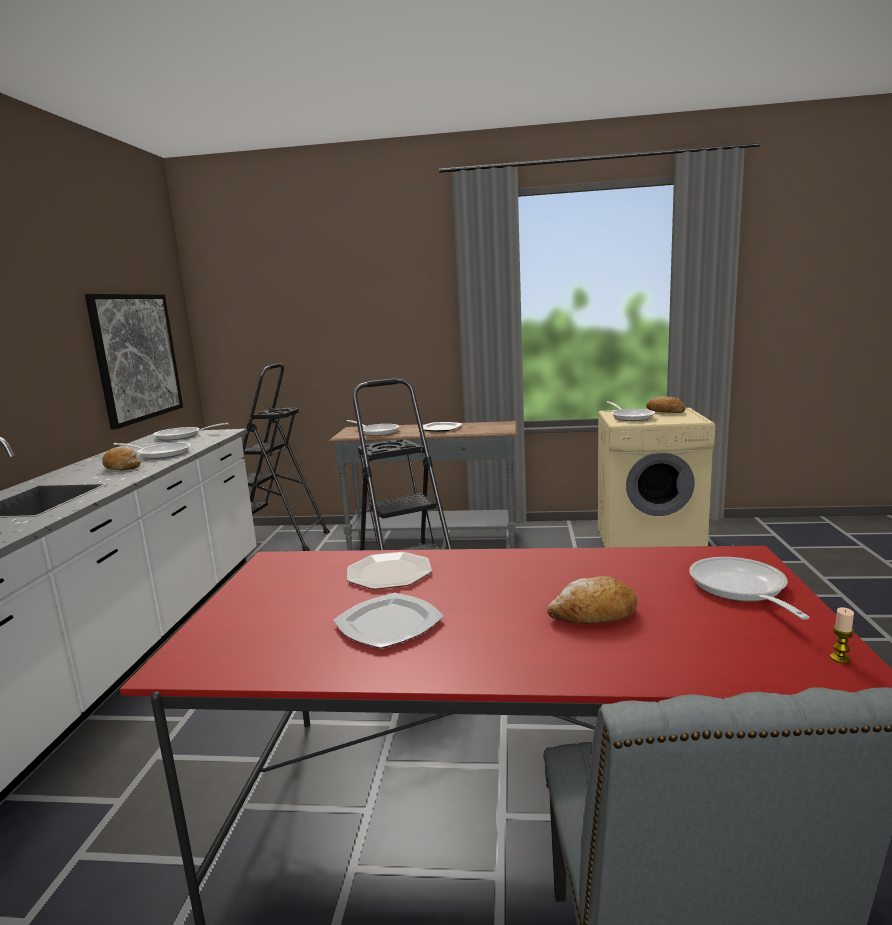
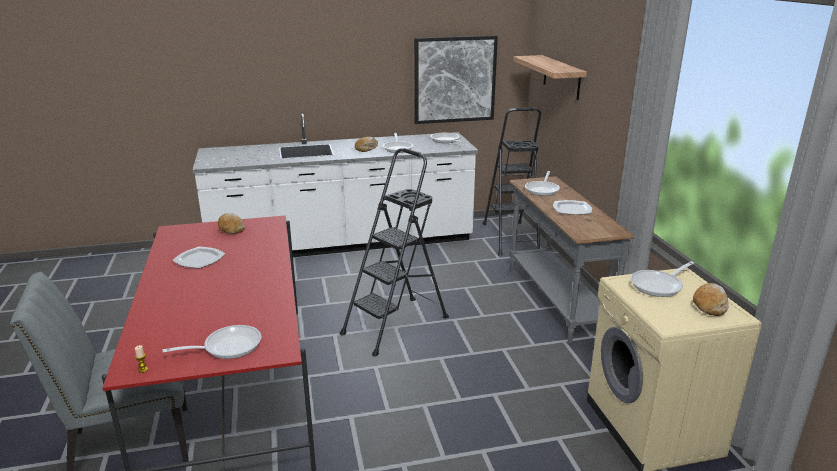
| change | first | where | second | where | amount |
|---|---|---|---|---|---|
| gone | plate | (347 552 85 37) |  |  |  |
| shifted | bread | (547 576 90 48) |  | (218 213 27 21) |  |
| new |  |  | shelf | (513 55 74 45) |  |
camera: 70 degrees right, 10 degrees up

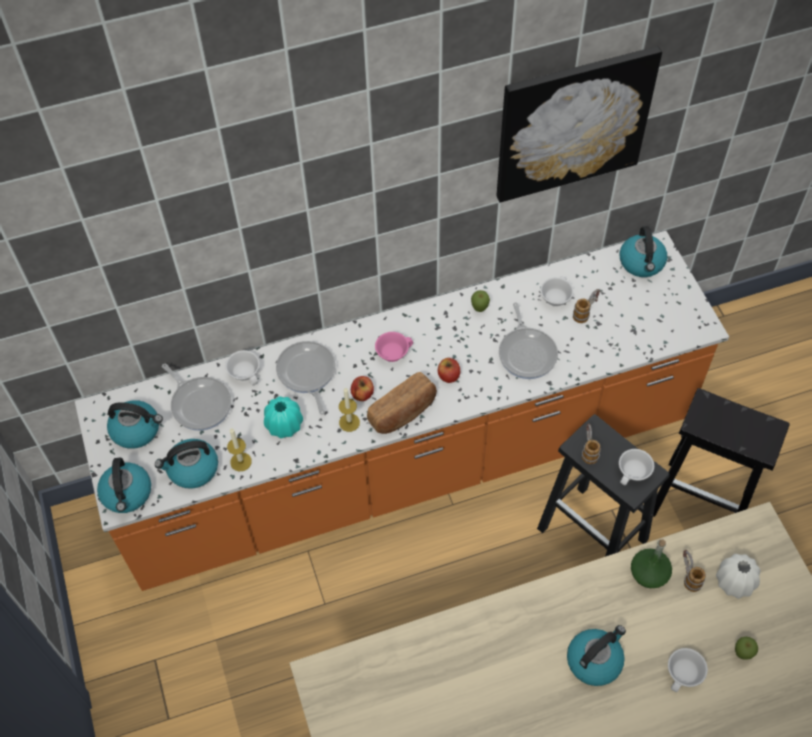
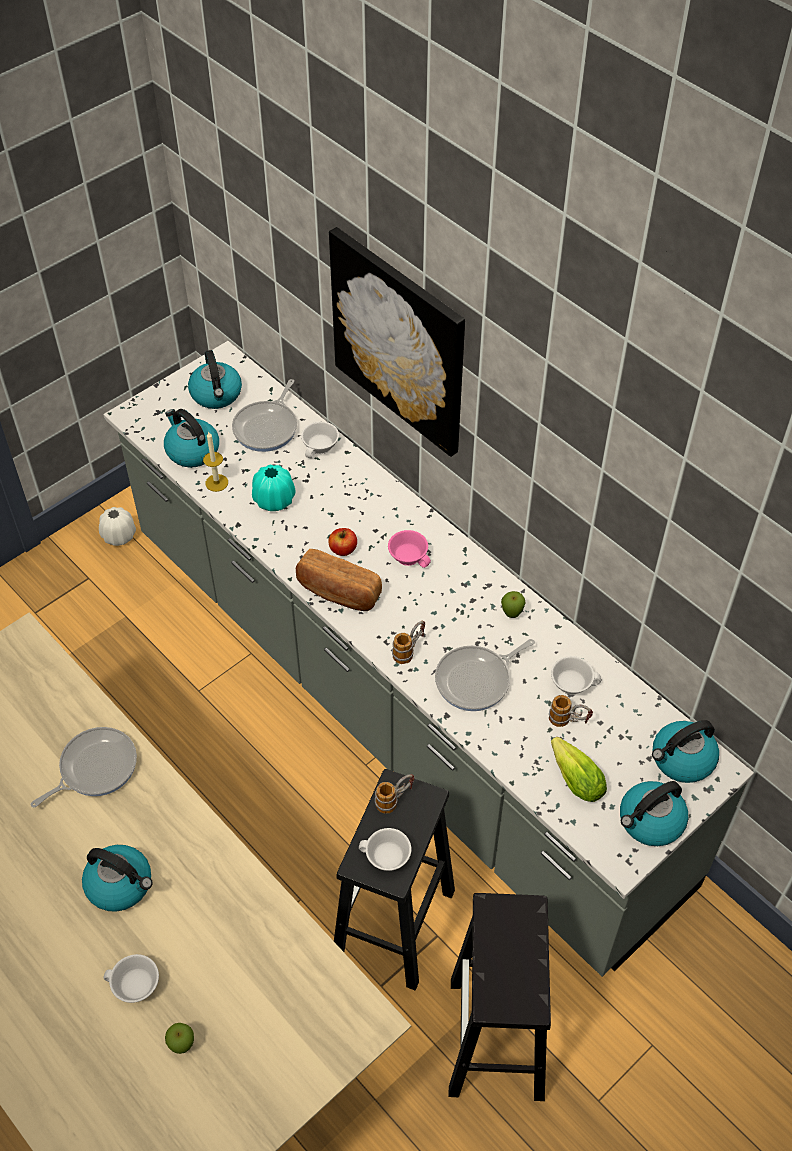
| change | first | where | second | where | amount |
|---|---|---|---|---|---|
| shifted | picture | (496 46 166 157) |  | (329 227 136 230) |  |
| repainted | orange counter | (75 231 654 360) | grey counter | (103 341 651 636) |  |
| shifted | frying pan | (276 341 59 74) |  | (31 727 106 81) |  |
| gone | apple | (438 358 22 25) |  |  |  |
| gone | candle | (339 387 21 45) |  |  |  |
| shifted | kettle | (97 458 54 55) |  | (620 781 68 65) |  |
| gone | green bottle | (631 539 41 49) |  |  |  |
| shifted | mug | (683 550 23 42) |  | (392 621 33 43) |  |
| shifted | white vase | (716 554 44 45) |  | (99 507 37 39) |  |
| new |  |  | lettuce | (551 737 56 65) |  |
camera: 65 degrees right, 5 degrees down

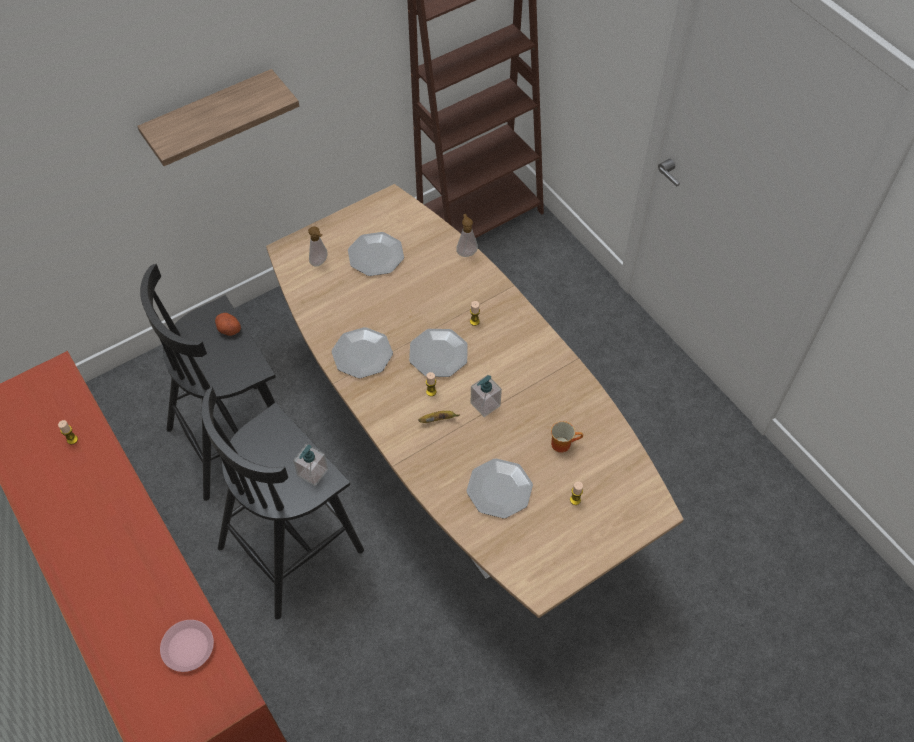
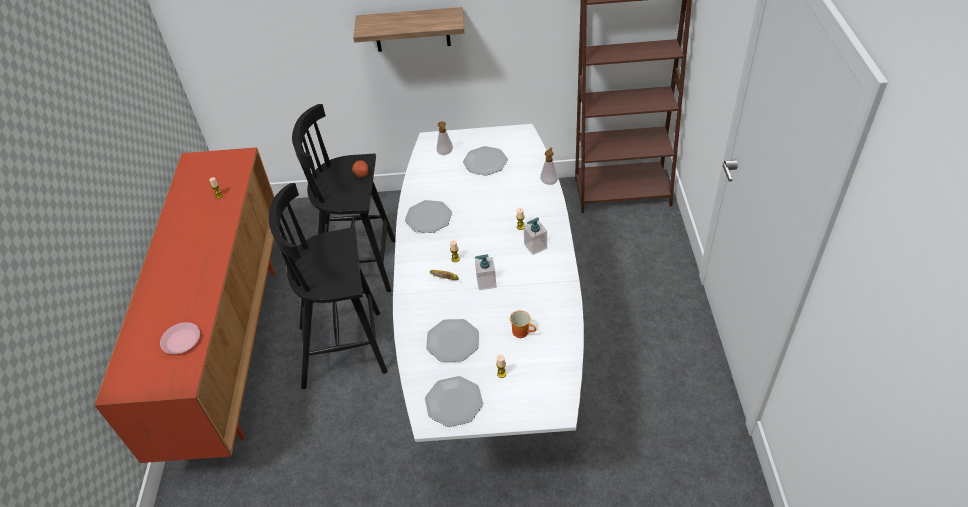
| change | first | where | second | where | amount |
|---|---|---|---|---|---|
| repainted | brown dining table | (266 184 418 434) | white dining table | (393 124 191 318) |  |
| shifted | plate | (409 329 59 48) |  | (425 376 58 51) |  |
| shifted | soap dispenser | (293 444 35 42) |  | (524 218 23 37) |  |
camera: 35 degrees right, 10 degrees down

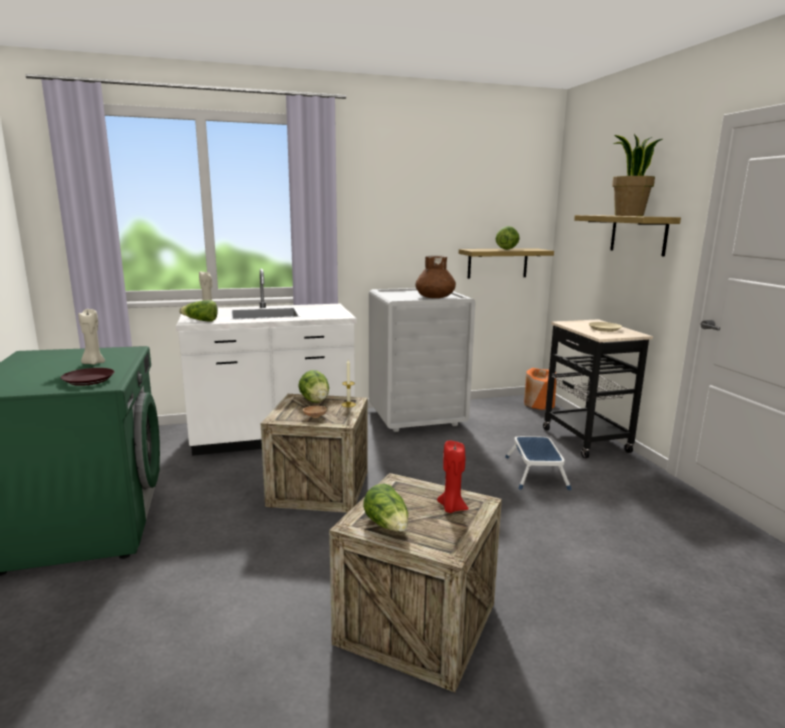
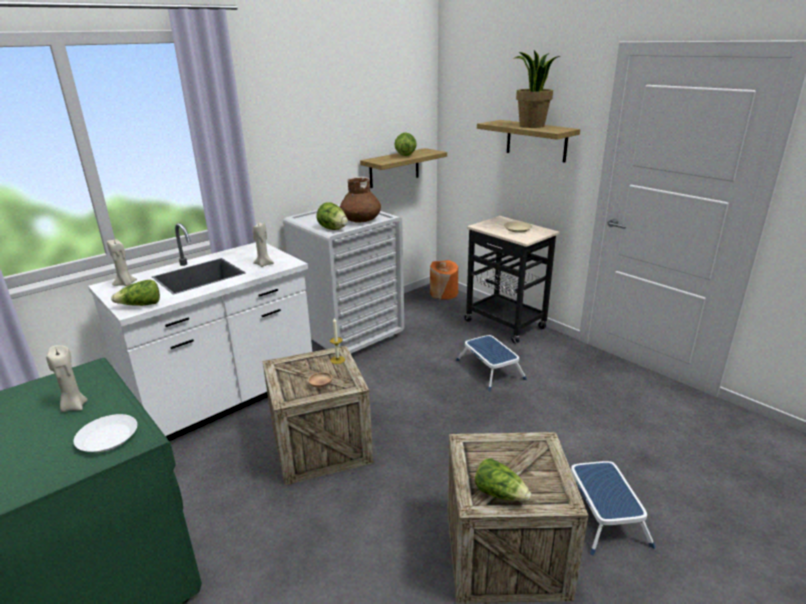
| change | first | where | second | where | amount |
|---|---|---|---|---|---|
| repainted | brown plate | (61 368 53 18) | white plate | (74 414 63 38) |  |
| shifted | lettuce | (298 370 31 33) |  | (316 202 32 28) |  |
| gone | red candle | (437 441 32 72) |  |  |  |
| new |  |  | beige candle | (252 223 22 44) |  |
| new |  |  | blue step ladder | (571 461 84 95) |  |
camera: 25 degrees left, 10 degrees up

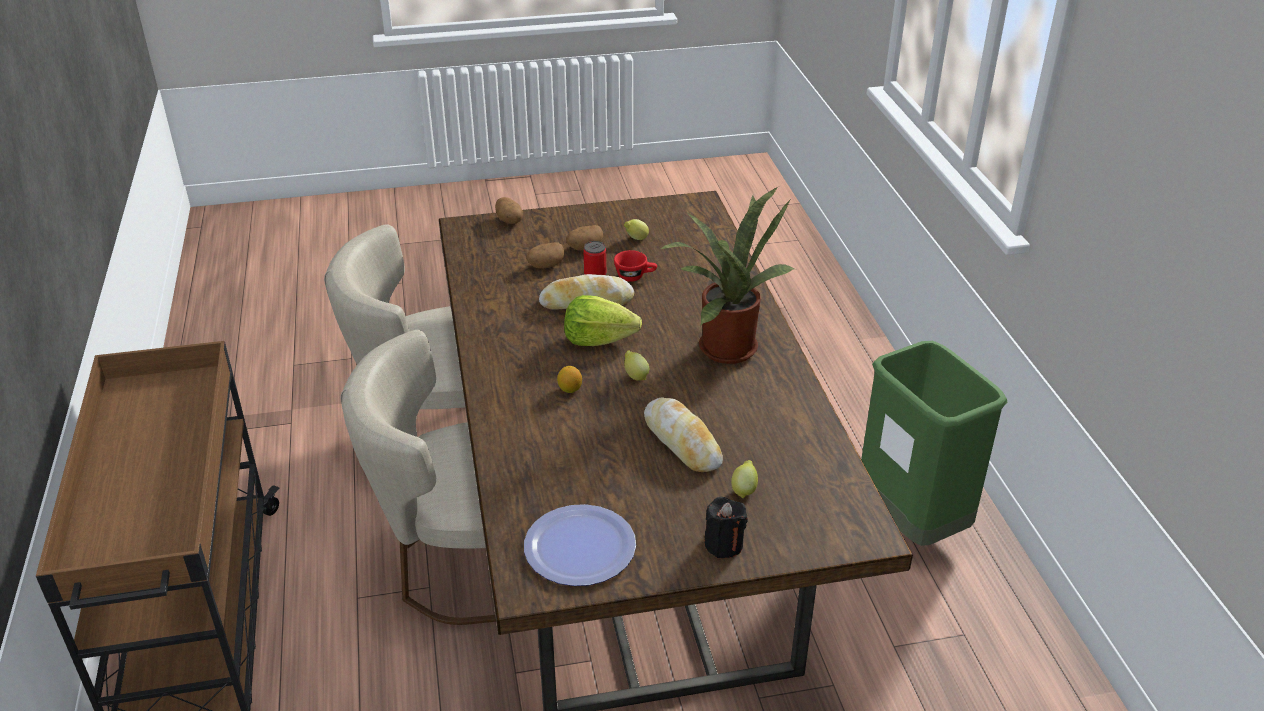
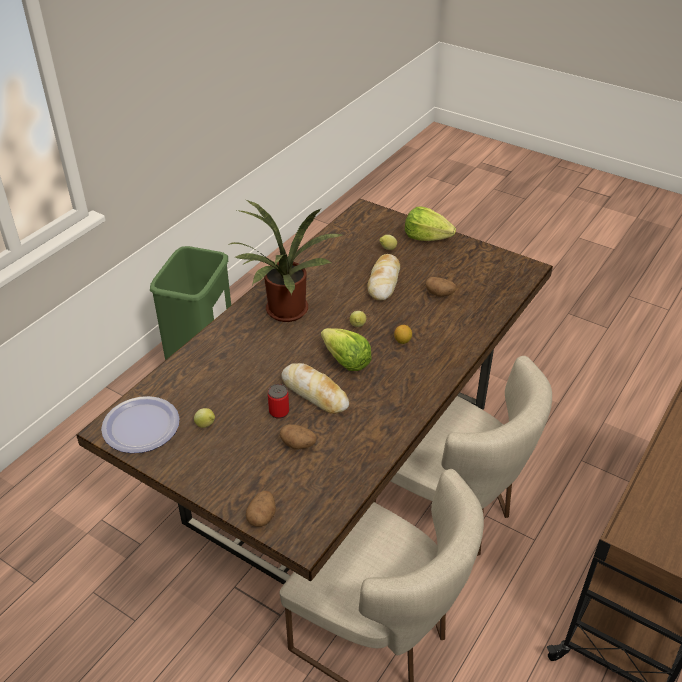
| change | first | where | second | where | amount |
|---|---|---|---|---|---|
| shifted | potato | (566 225 37 26) |  | (426 277 30 20) |  |
| gone | red cup | (614 250 43 32) |  |  |  |
| swapped | black candle | (704 497 43 61) | lettuce | (405 206 51 35) |  |
| shifted | plate | (524 504 112 82) |  | (101 396 79 57) |  |
camera: 135 degrees left, 5 degrees up

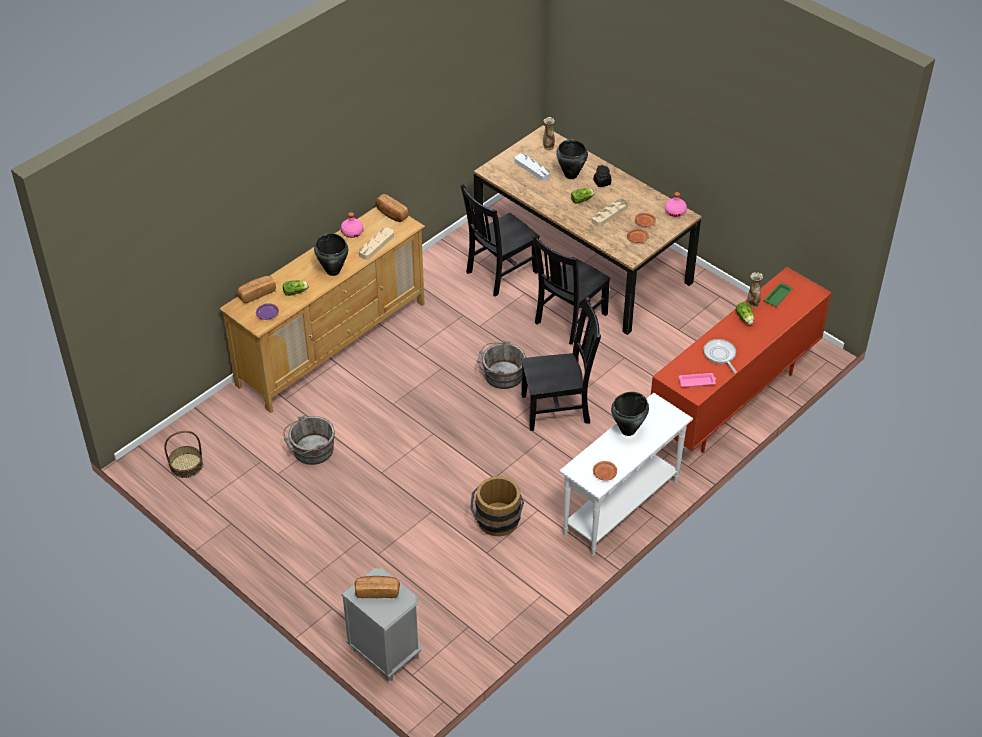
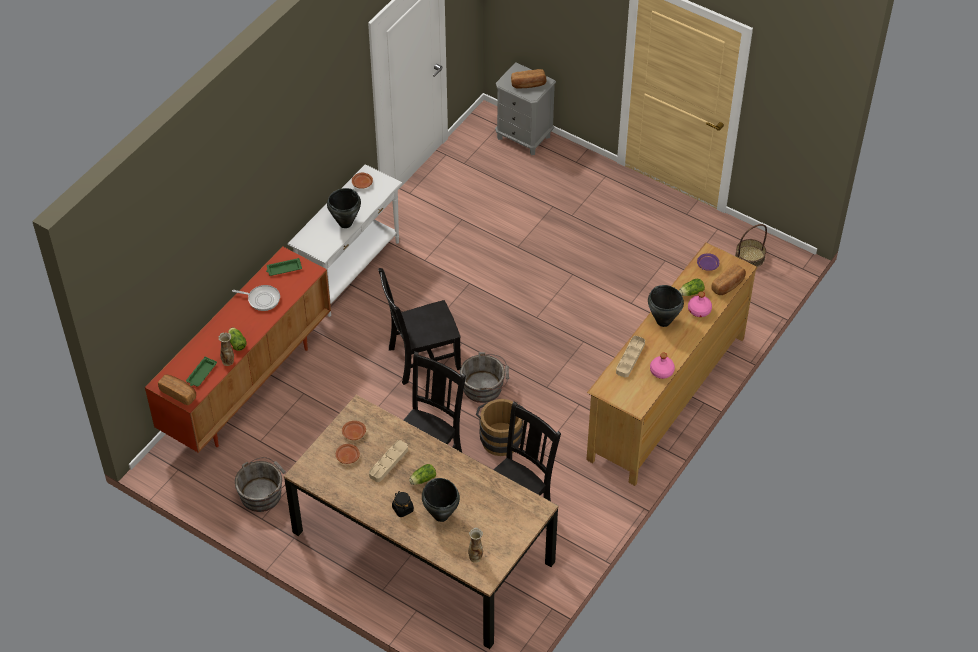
| change | first | where | second | where | amount |
|---|---|---|---|---|---|
| gone | grey tray | (515 153 36 28) |  |  |  |
| shifted | pink bottle | (665 192 22 25) |  | (688 291 24 26) |  |
| shifted | bread | (375 194 33 28) |  | (158 375 38 30) |  |
| rotated | frying pan | (704 339 33 34) |  | (232 285 48 26) | 45 degrees counterclockwise |
| repainted | pink tray | (679 373 37 14) | green tray | (266 258 36 18) |  |
| shifted | grey bucket | (284 414 51 51) |  | (235 457 51 55) |  |
| shifted | brown bucket | (470 476 54 60) |  | (476 399 49 57) |  |
camera: 170 degrees right, 5 degrees up

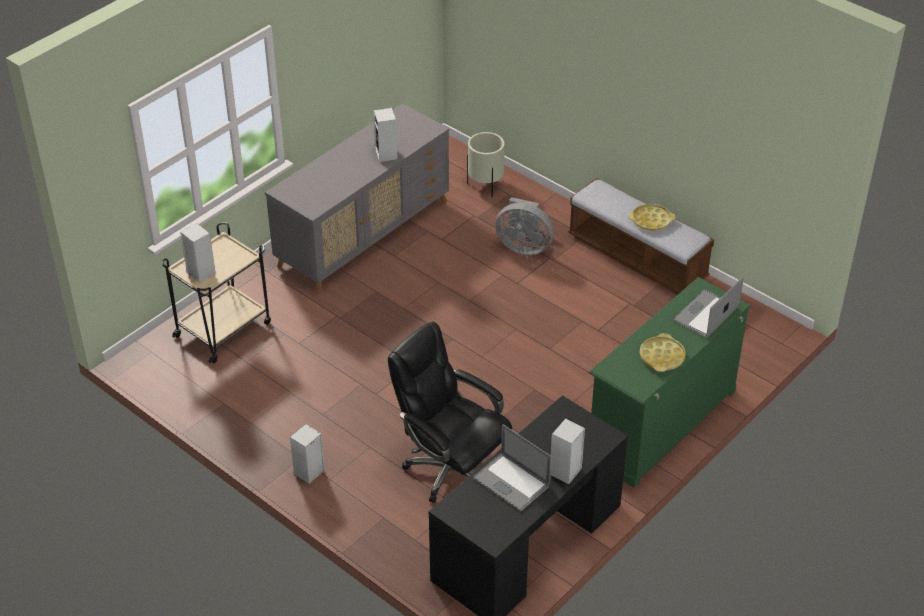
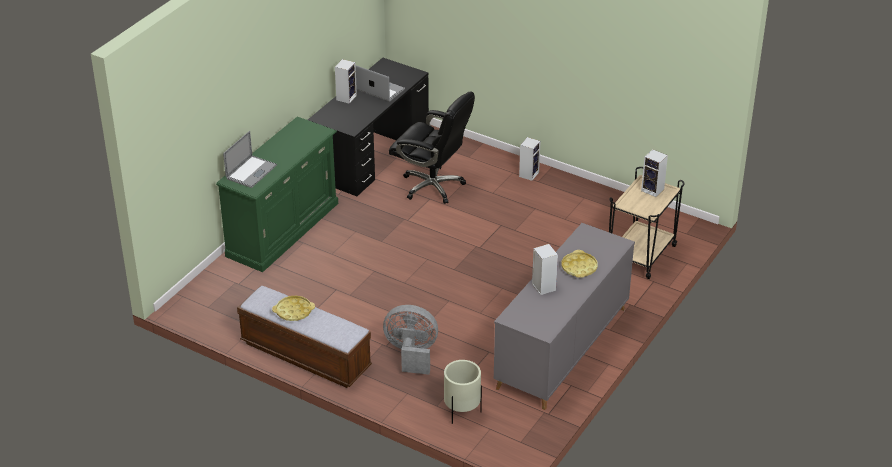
| change | first | where | second | where | amount |
|---|---|---|---|---|---|
| shifted | yellow tray | (639 333 47 39) |  | (561 250 37 28) |  |
camera: 170 degrees right, 5 degrees down

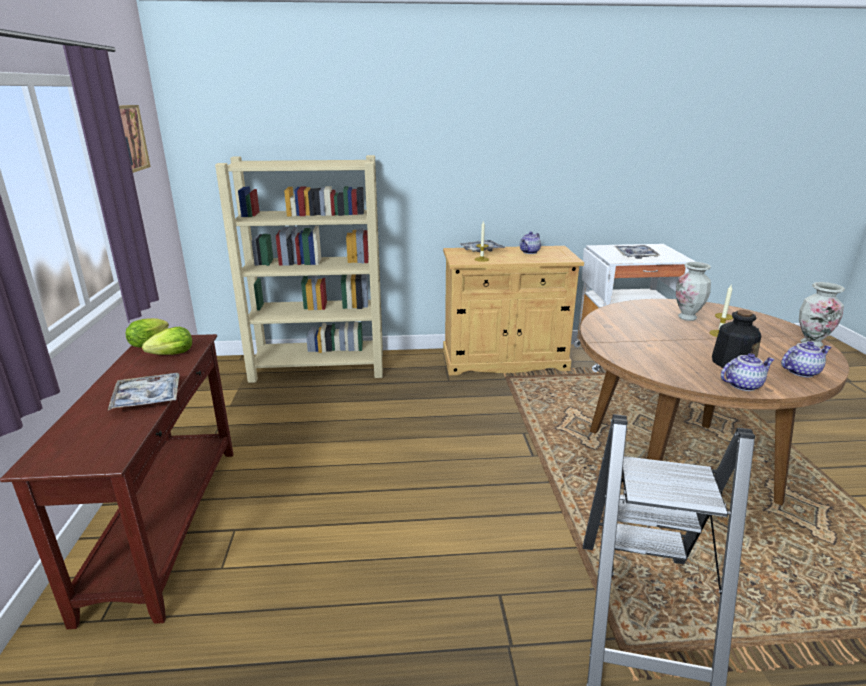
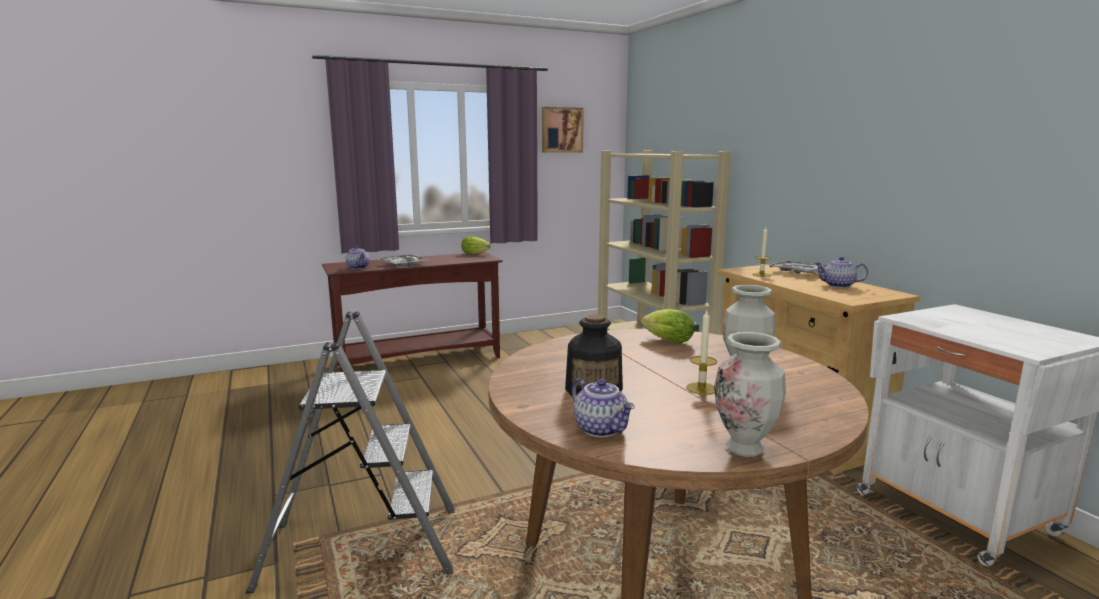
| change | first | where | second | where | amount |
|---|---|---|---|---|---|
| gone | tray | (614 245 46 14) |  |  |  |
| shifted | lettuce | (142 327 50 28) |  | (641 309 53 34) |  |
| shifted | teapot | (721 353 54 38) |  | (346 246 24 23) |  |
camera: 70 degrees right, 10 degrees down

